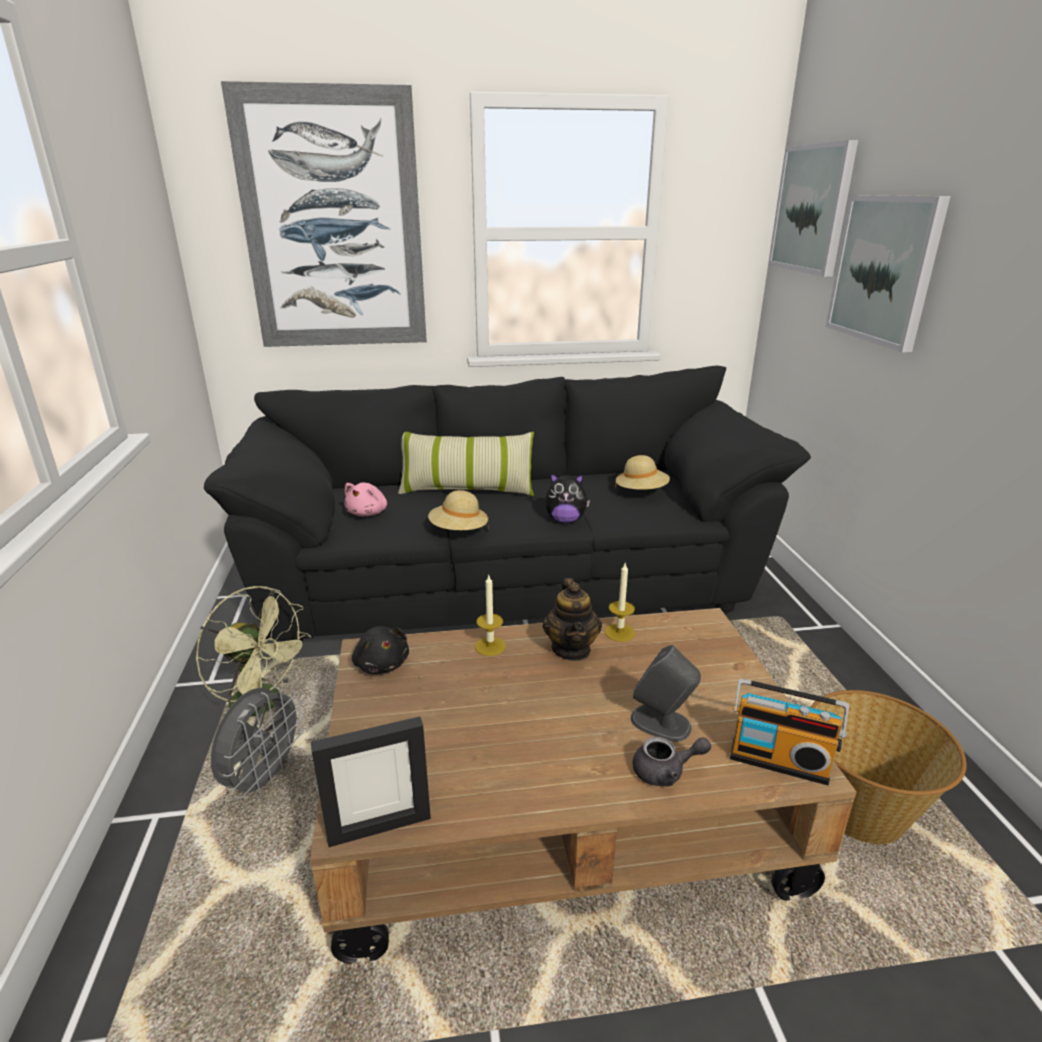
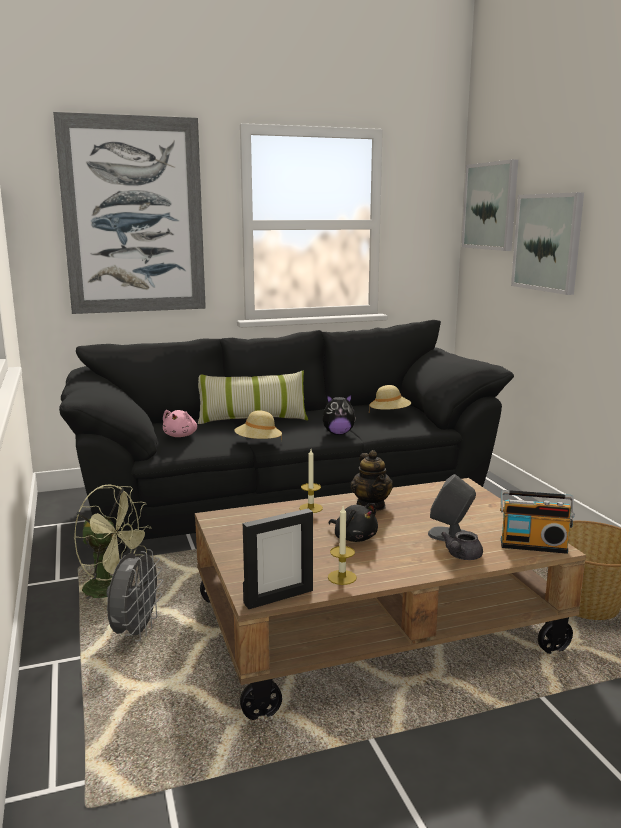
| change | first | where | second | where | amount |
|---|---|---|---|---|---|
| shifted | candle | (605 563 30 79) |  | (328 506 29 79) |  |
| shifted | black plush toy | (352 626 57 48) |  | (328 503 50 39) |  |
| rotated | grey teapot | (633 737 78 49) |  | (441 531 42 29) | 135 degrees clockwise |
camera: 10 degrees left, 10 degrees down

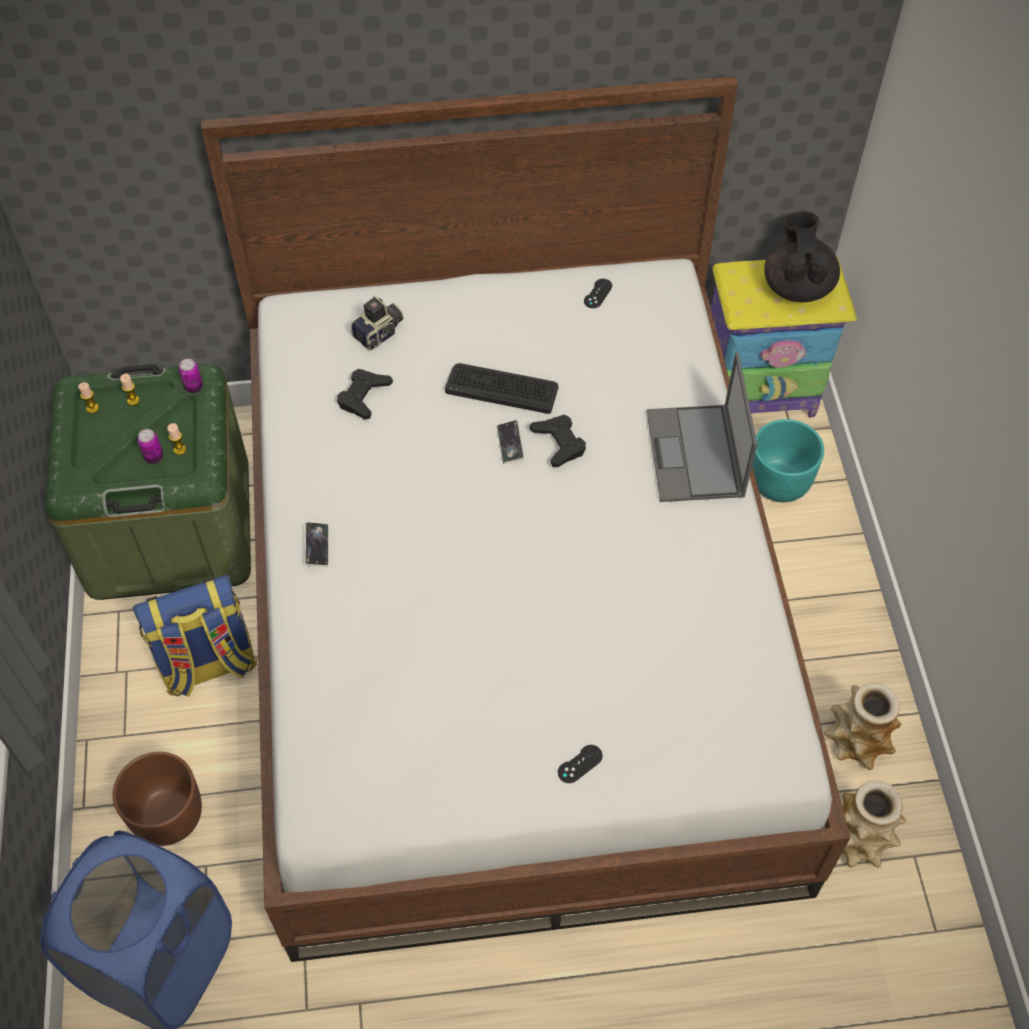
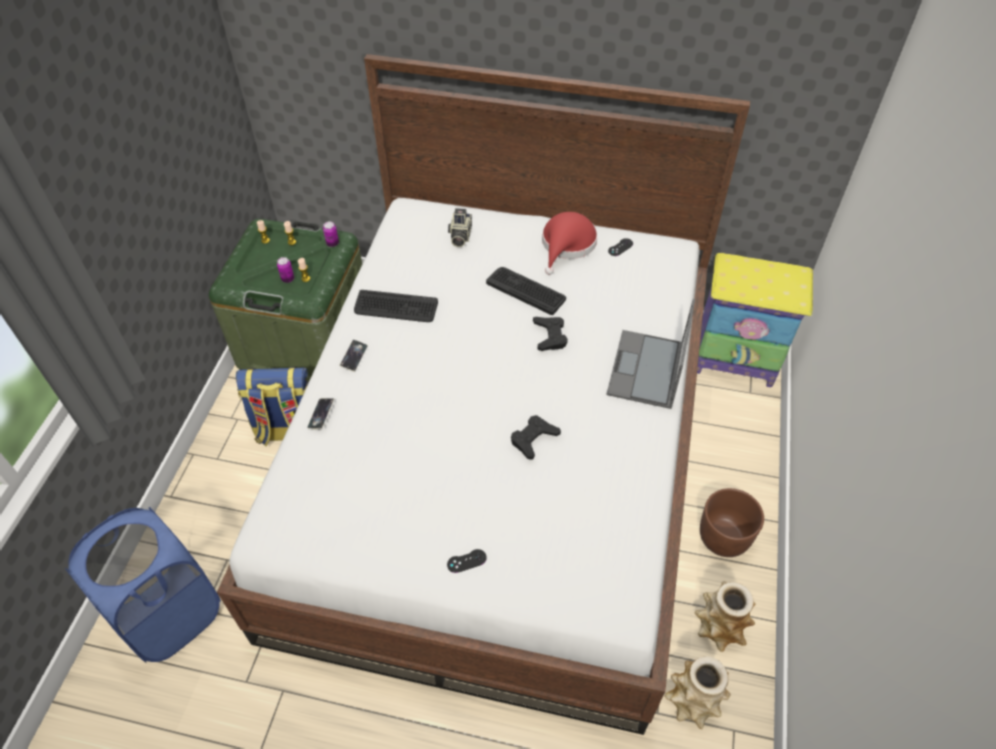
| change | first | where | second | where | amount |
|---|---|---|---|---|---|
| gone | black teapot | (764 211 76 91) |  |  |  |
| rotated | photo camera | (351 295 53 55) |  | (448 208 24 39) | 120 degrees clockwise |
| shifted | black game controller | (337 369 56 50) |  | (511 415 50 45) |  |
| gone | turquoise planter | (752 419 72 83) |  |  |  |
| shifted | phone | (497 420 27 44) |  | (307 398 28 31) |  |
| shifted | brown planter | (112 752 90 94) |  | (700 488 64 69) |  |
| new |  |  | red hat | (542 212 56 63) |  |
| new |  |  | keyboard | (354 290 84 32) |  |
camera: 20 degrees right, 5 degrees down

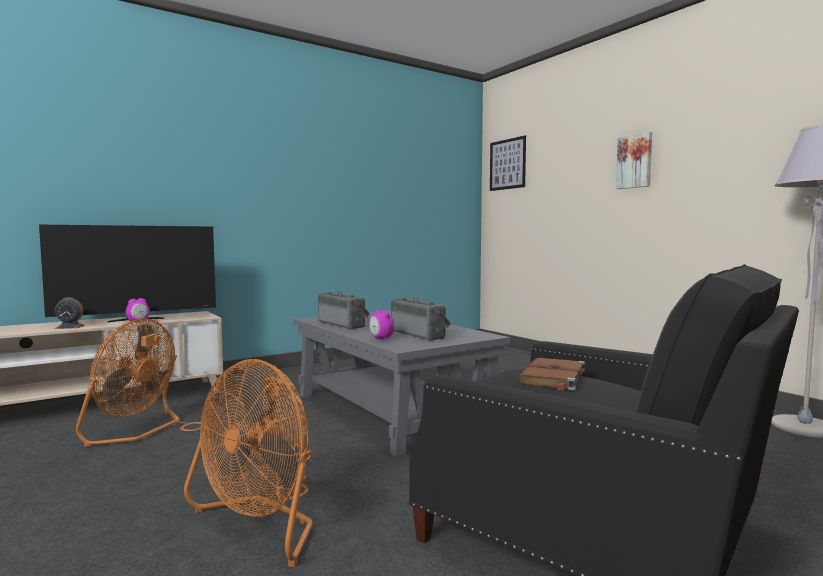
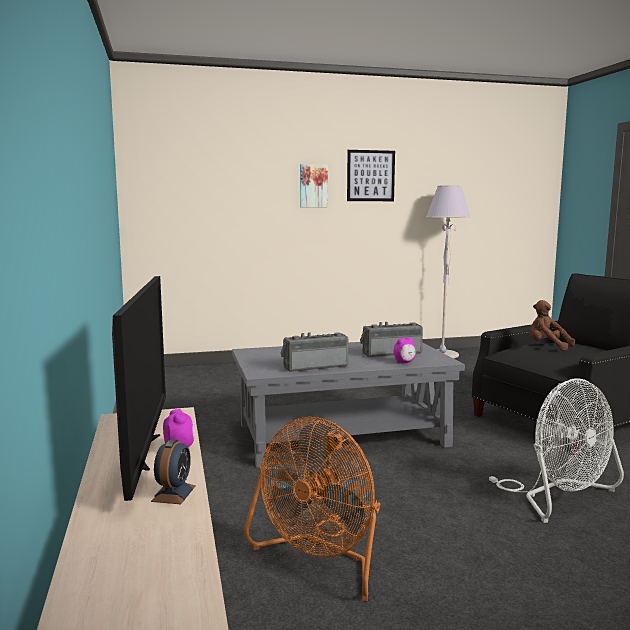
| change | first | where | second | where | amount |
|---|---|---|---|---|---|
| shifted | picture | (490 135 36 56) |  | (347 150 48 51) |  |
| swapped | brown book | (517 358 68 33) | brown plush toy | (530 300 45 51) |  |
| repainted | orange fan | (184 359 129 208) | white fan | (489 378 135 145) |  |
camera: 70 degrees left, 5 degrees up

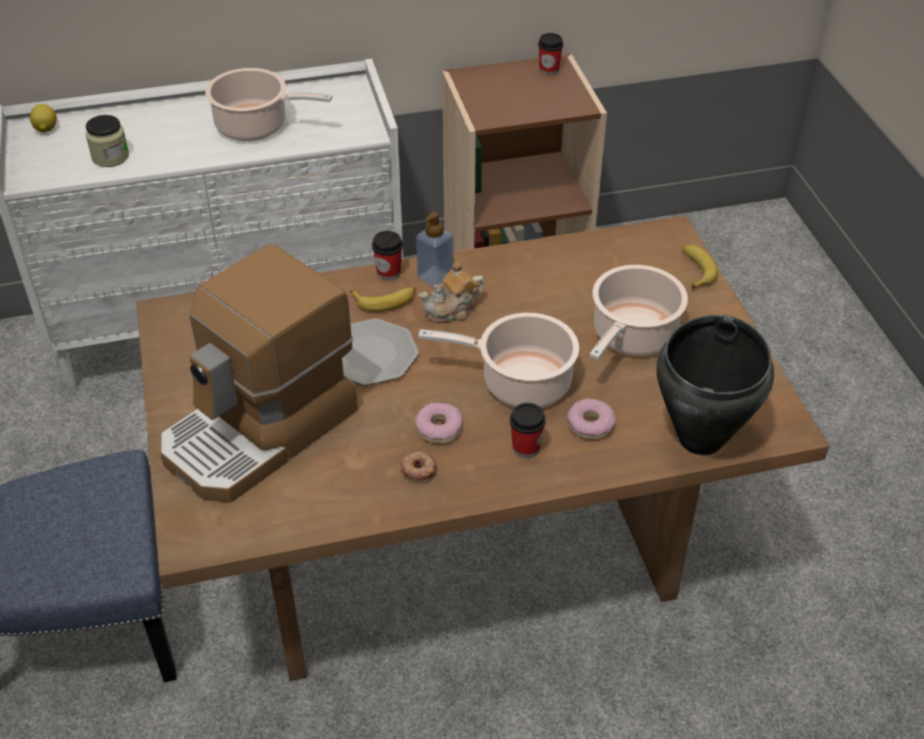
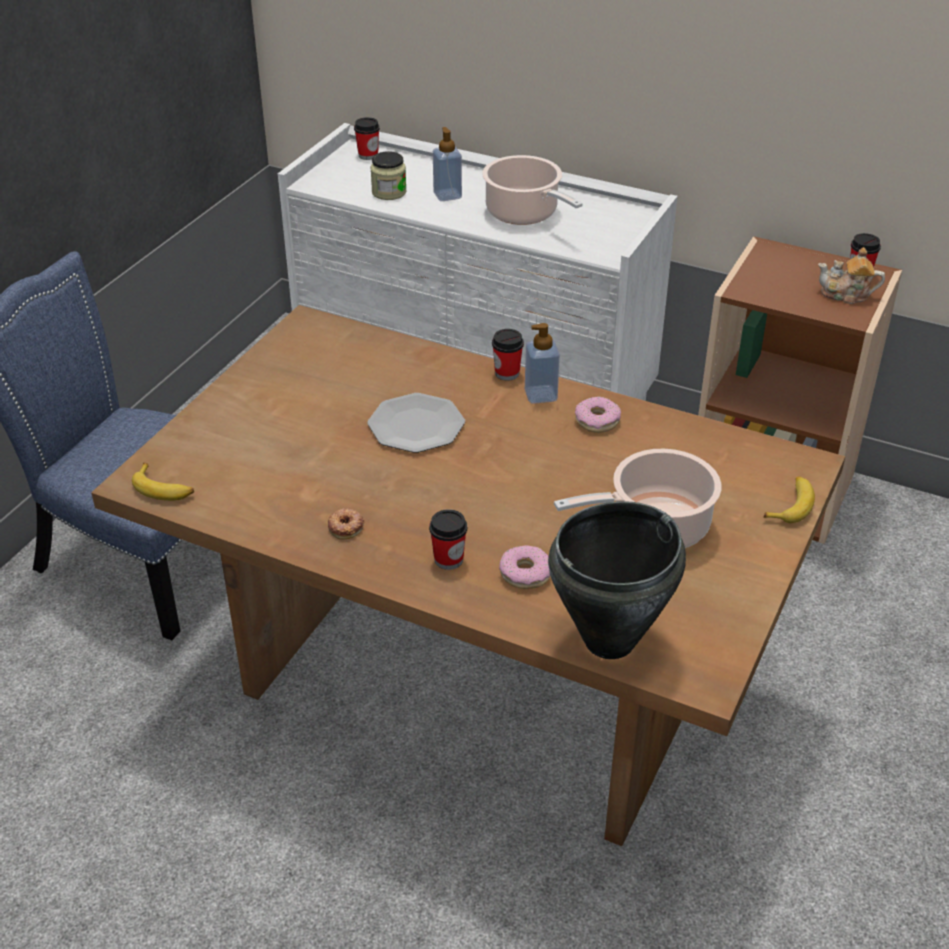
| change | first | where | second | where | amount |
|---|---|---|---|---|---|
| swapped | lemon | (30 104 27 29) | cup | (354 117 26 43) |  |
| gone | coffee machine | (160 244 198 259) |  |  |  |
| shifted | teapot | (419 262 66 61) |  | (818 247 67 57) |  |
| shifted | banana | (350 287 66 25) |  | (132 463 62 38) |  |
| gone | cooking pot | (418 313 161 95) |  |  |  |
| shifted | donut | (415 402 48 42) |  | (575 397 46 36) |  |
| new |  |  | soap dispenser | (433 127 29 74) |  |
camera: 40 degrees right, 5 degrees down

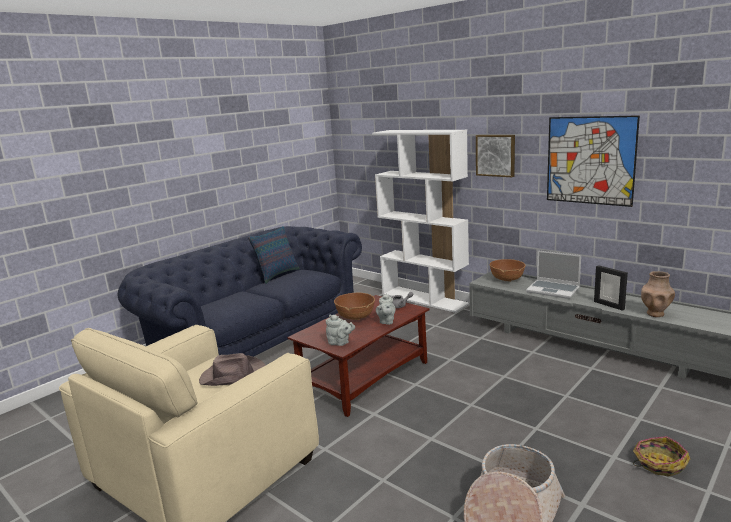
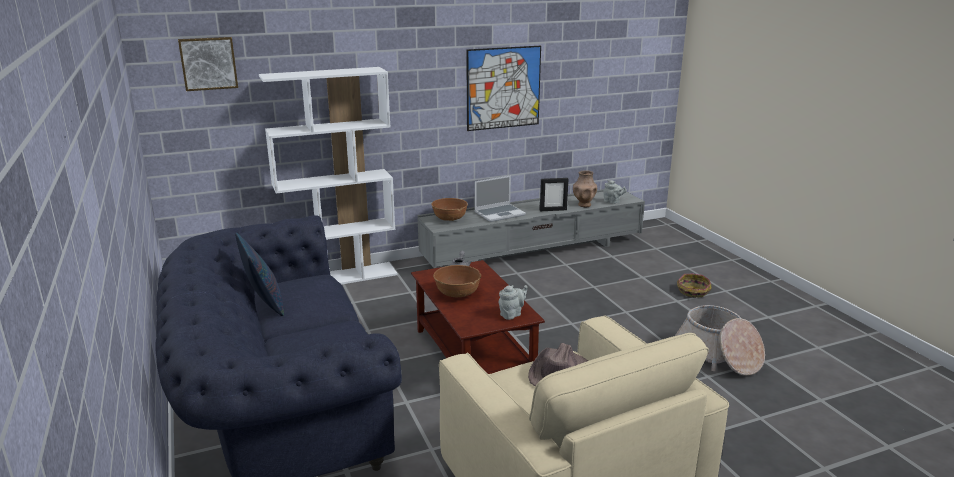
| change | first | where | second | where | amount |
|---|---|---|---|---|---|
| shifted | picture | (476 135 39 42) |  | (178 37 60 54) |  |
| shifted | grey teapot | (376 293 19 32) |  | (603 180 24 24) |  |
camera: 65 degrees left, 5 degrees up

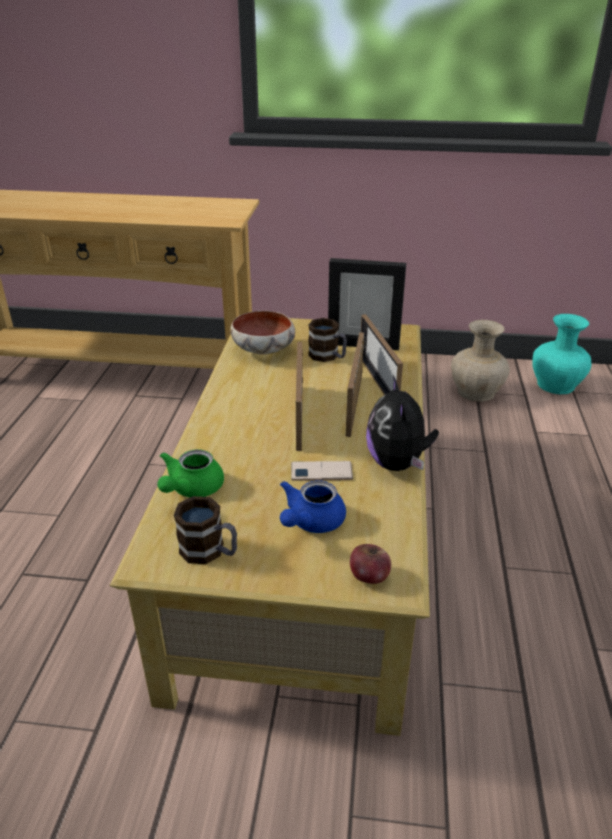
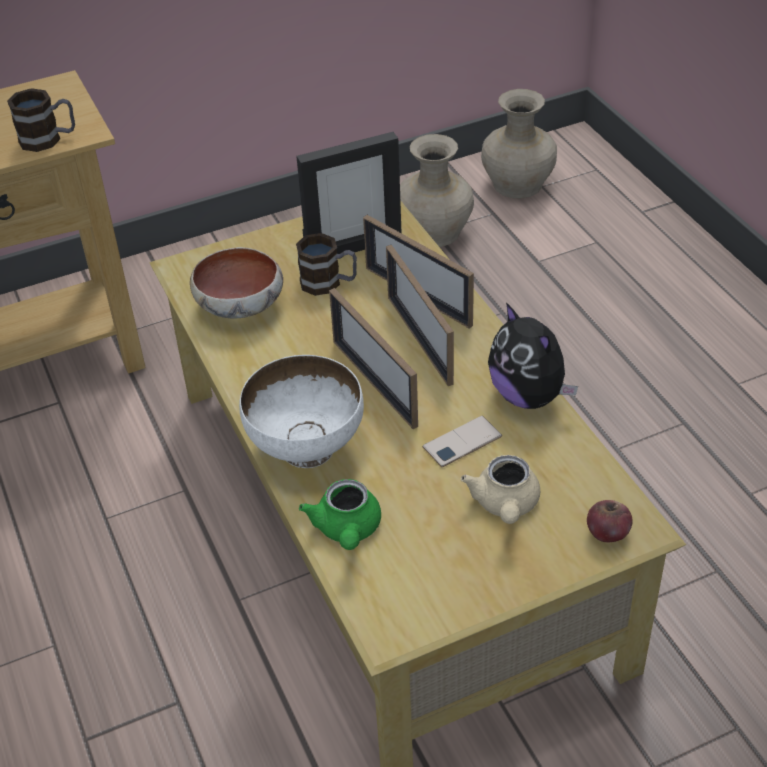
| change | first | where | second | where | amount |
|---|---|---|---|---|---|
| repainted | turquoise vase | (532 314 60 80) | beige vase | (481 89 76 110) |  |
| repainted | blue teapot | (280 480 66 53) | beige teapot | (461 455 79 69) |  |
| shifted | mug | (174 496 63 68) |  | (7 88 68 64) |  |
| new |  |  | white bowl | (239 355 125 113) |  |
camera: 30 degrees left, 10 degrees up

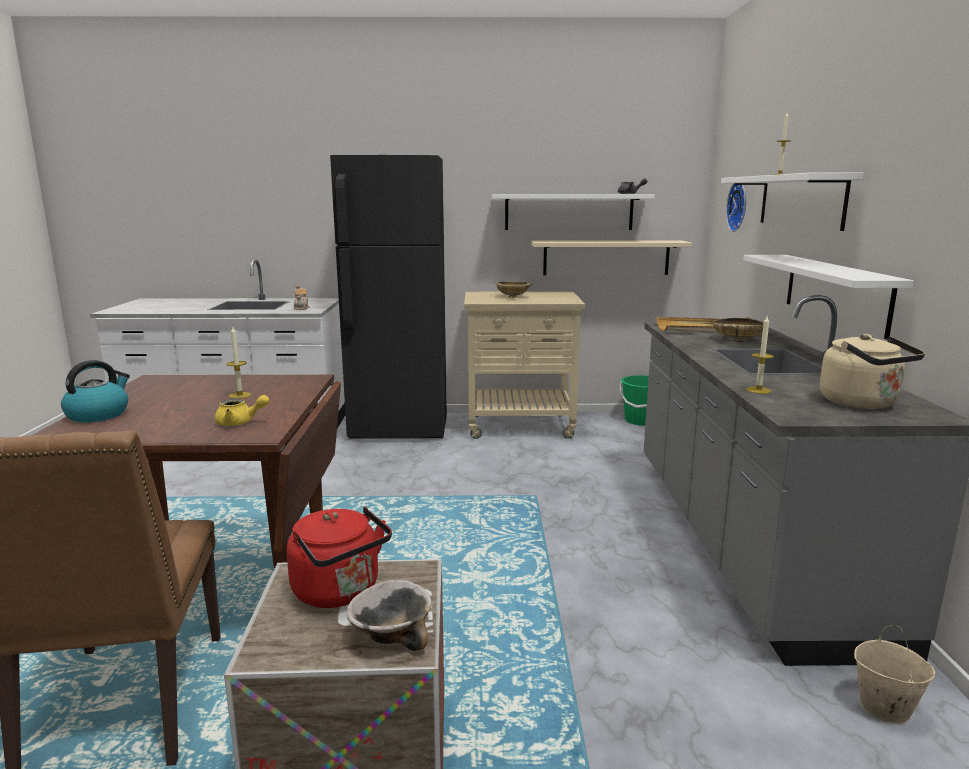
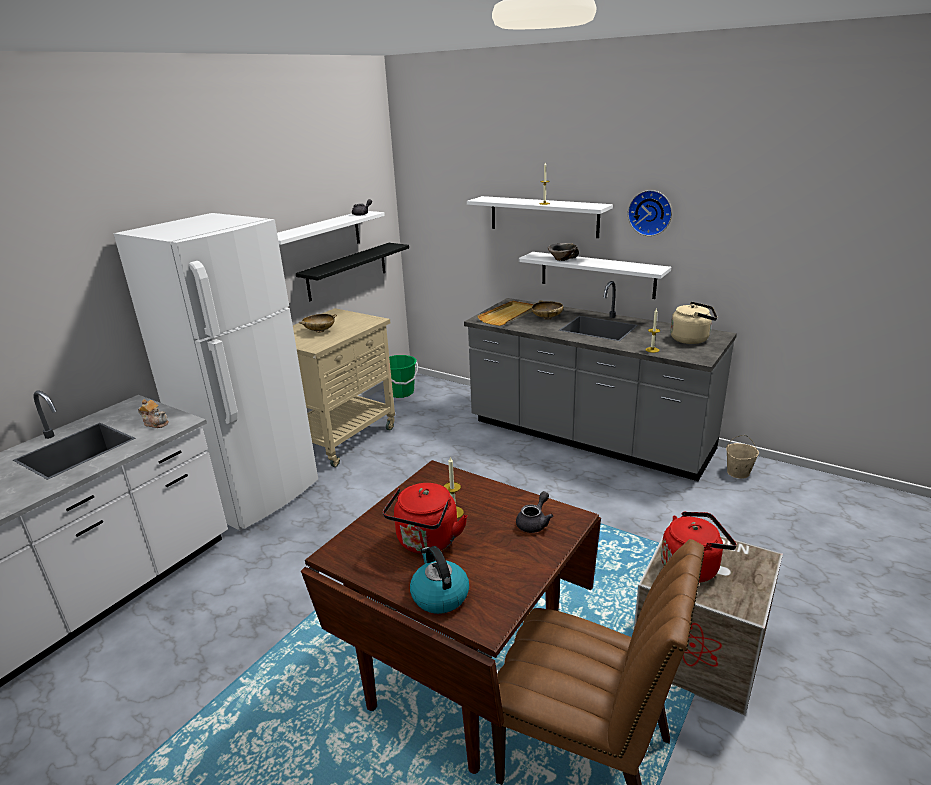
| change | first | where | second | where | amount |
|---|---|---|---|---|---|
| repainted | black fridge | (330 155 117 284) | white fridge | (113 213 205 317) |  |
| shifted | wall clock | (726 183 20 49) |  | (628 190 44 46) |  |
| repainted | beige shelf | (531 240 161 35) | black shelf | (296 243 113 58) |  |
| repainted | yellow teapot | (215 395 54 31) | grey teapot | (516 491 37 42) |  |
| shifted | bowl | (346 580 86 71) |  | (548 243 31 18) |  |
| new |  |  | red kettle | (383 483 84 71) |  |
camera: 55 degrees left, 10 degrees up

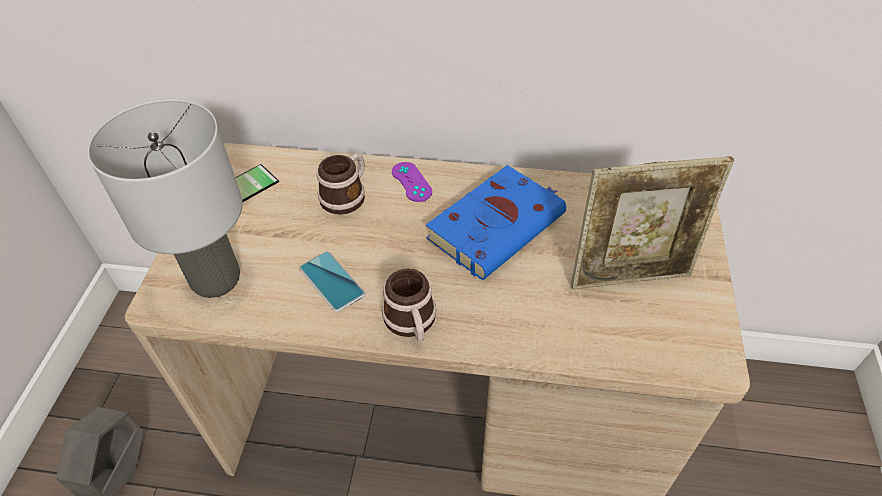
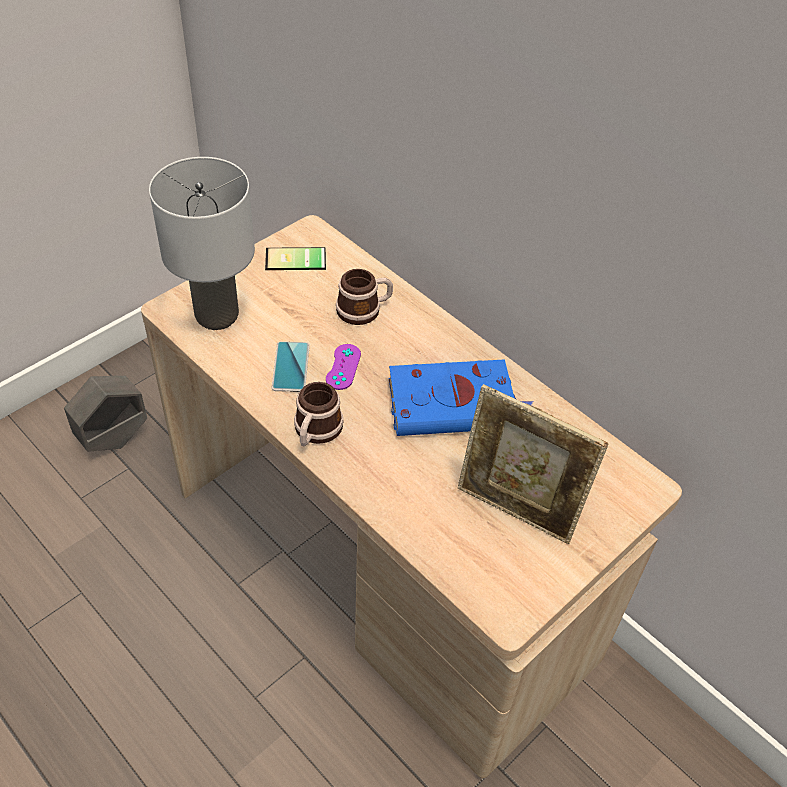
| change | first | where | second | where | amount |
|---|---|---|---|---|---|
| shifted | purple game controller | (392 162 40 40) |  | (326 344 35 46) |  |
camera: 35 degrees right, 0 degrees up

